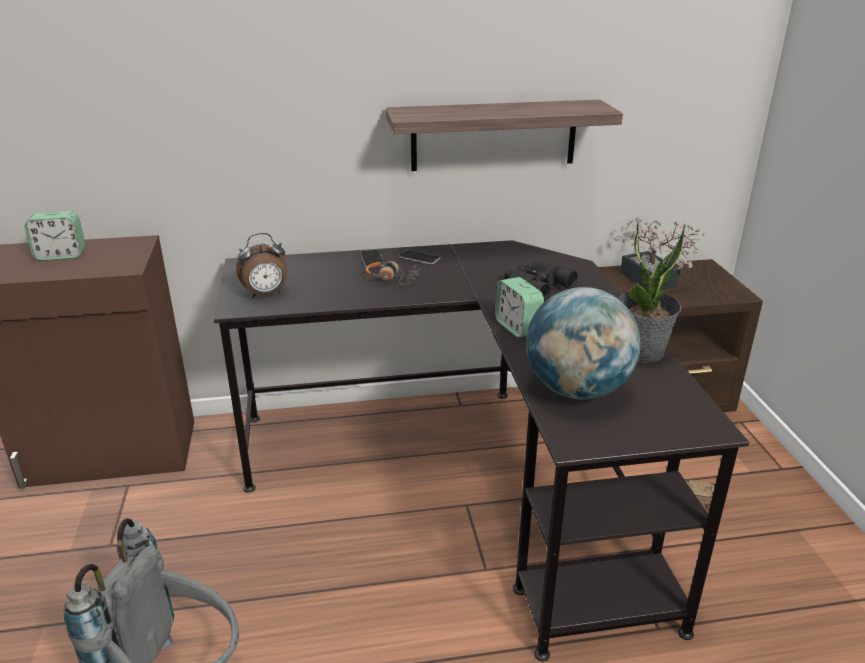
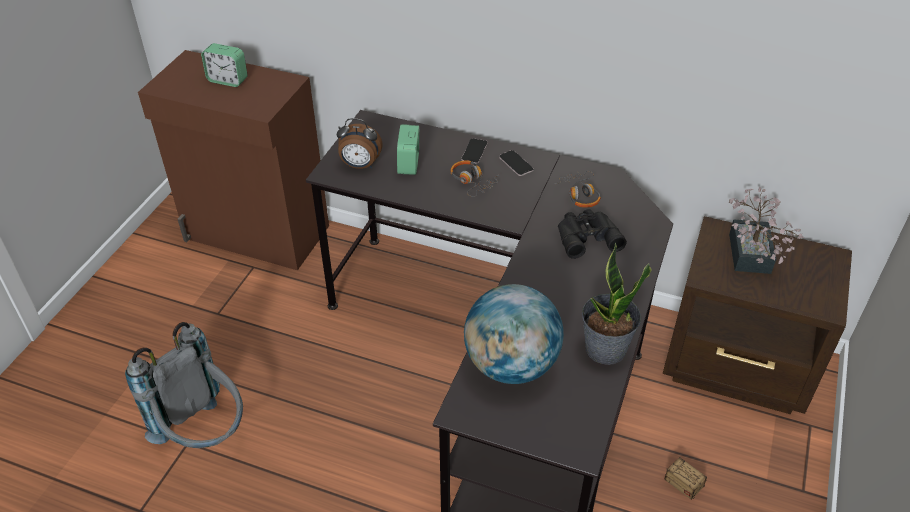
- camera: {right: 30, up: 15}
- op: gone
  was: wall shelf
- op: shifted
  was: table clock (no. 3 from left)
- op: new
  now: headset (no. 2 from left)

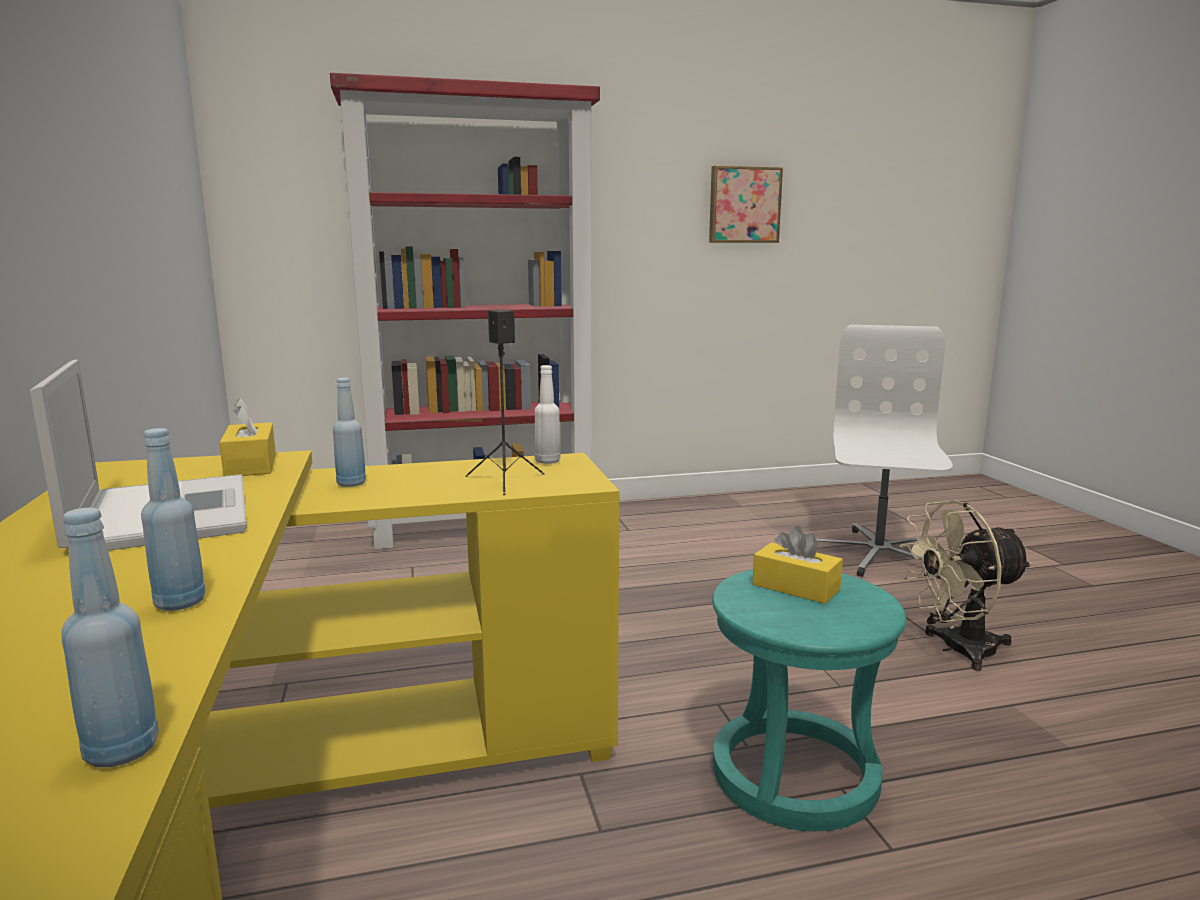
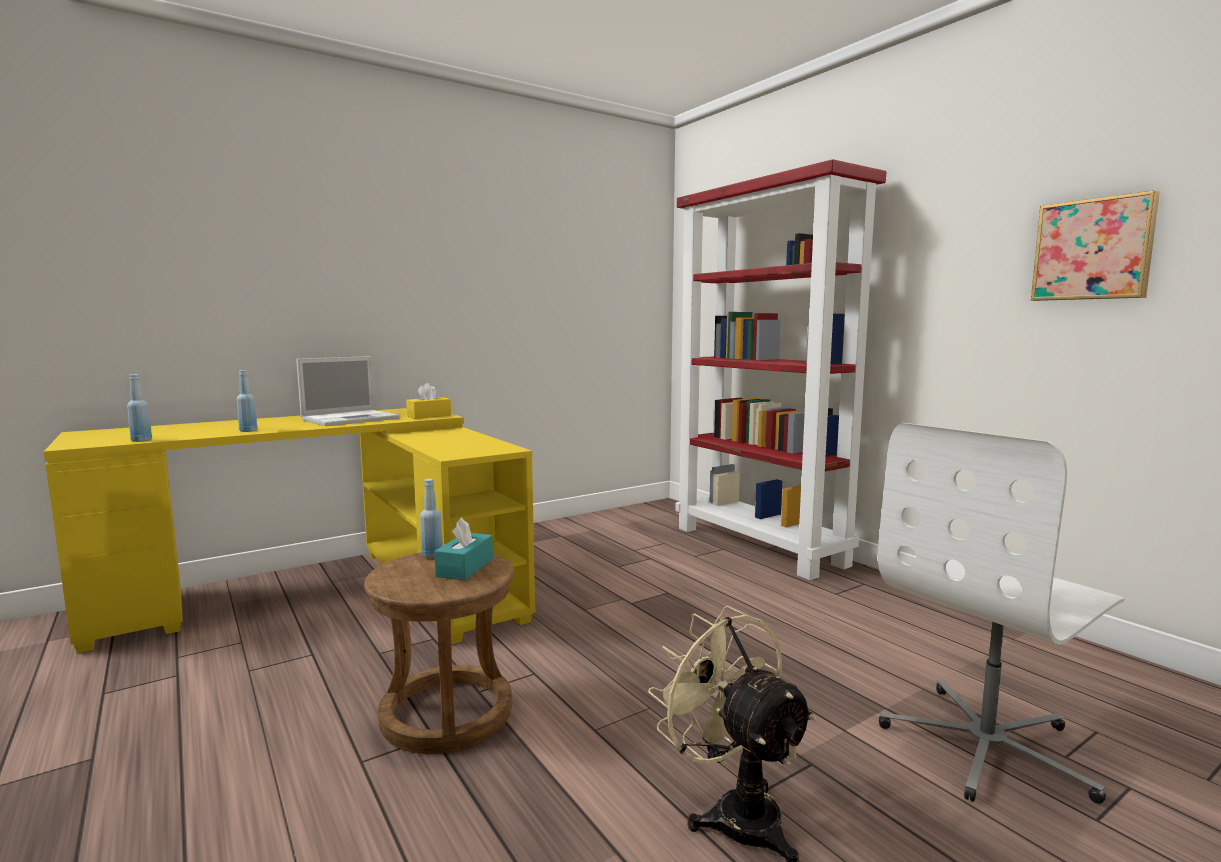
- camera: {right: 70, up: -5}
- op: shifted
  was: bluish drink bottle (no. 3 from left)
- op: gone
  was: black audio speaker
- op: gone
  was: white drink bottle
- op: repainted
  was: blue-green sitting stool
  now: brownish sitting stool
- op: repainted
  was: yellow tissue holder (no. 2 from left)
  now: blue-green tissue holder
- op: rotated
  was: white office chair
  clockwise: 150

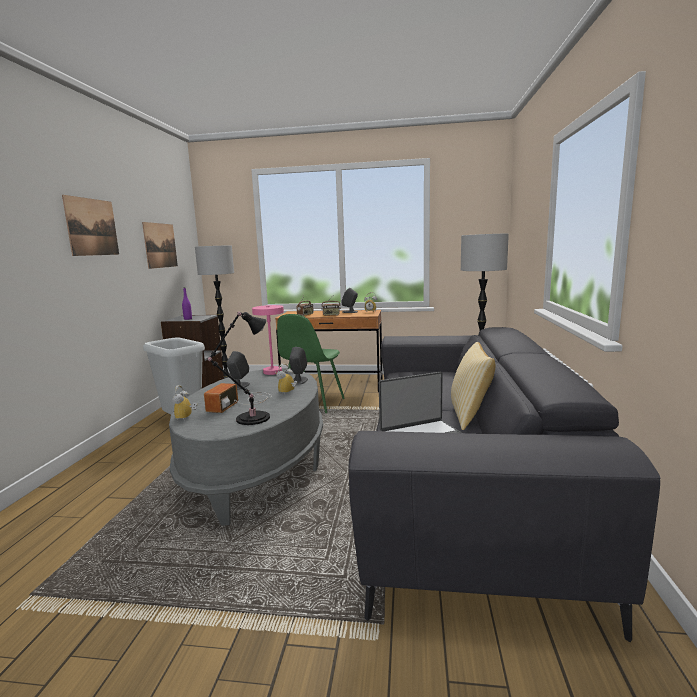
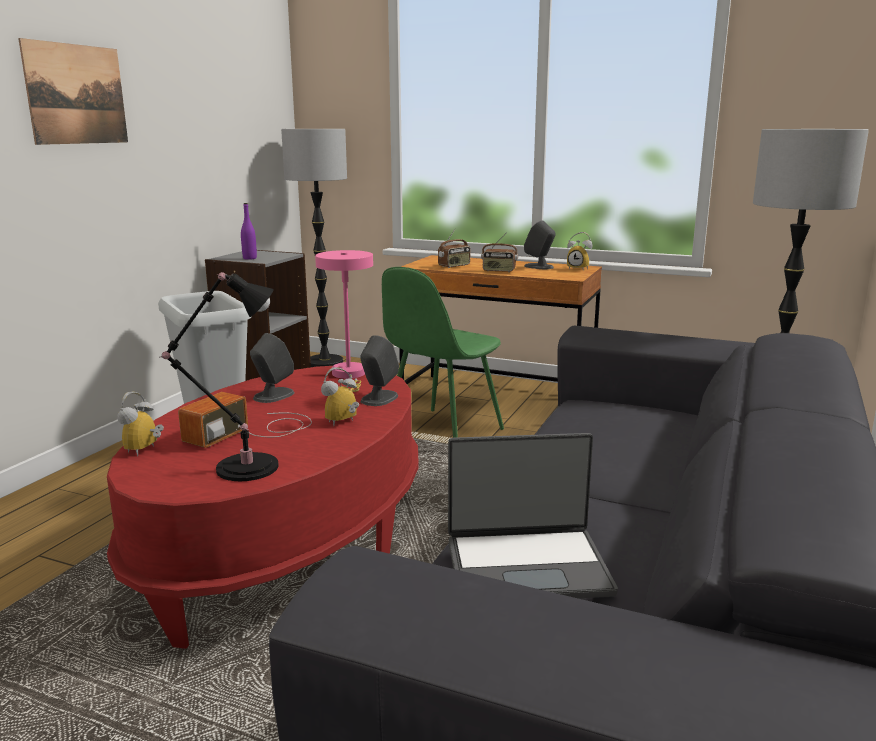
- camera: {right: 15, up: 5}
- op: gone
  was: picture (no. 2 from left)
- op: repainted
  was: gray low table
  now: red-coloured low table
- op: gone
  was: pillow

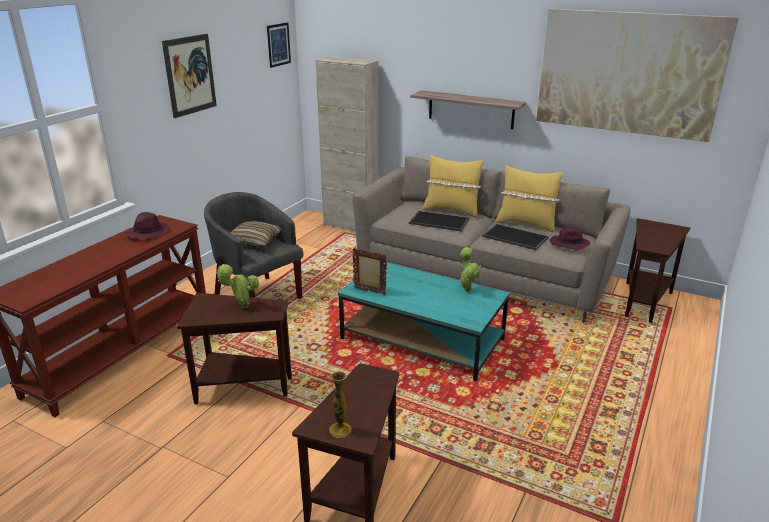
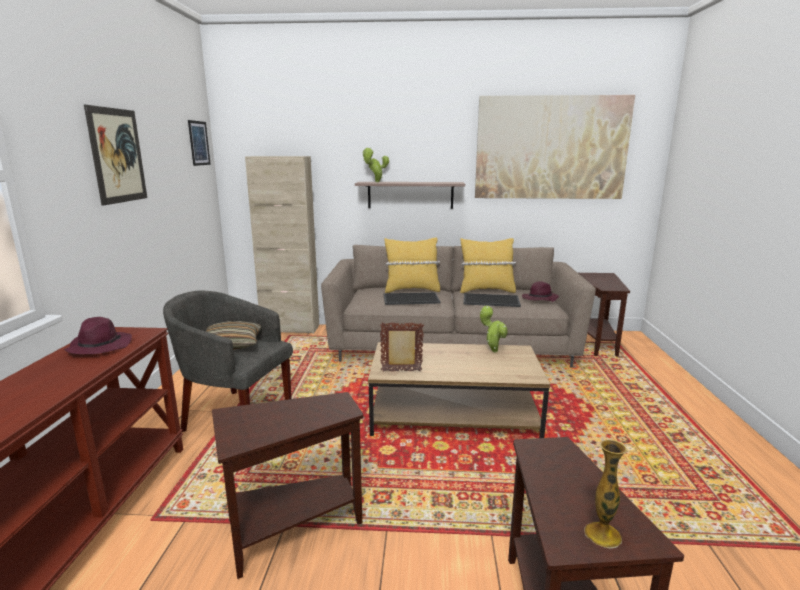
- camera: {right: -25, up: -10}
- op: shifted
  was: potted plant (no. 1 from left)
- op: repainted
  was: blue-green low table
  now: brownish low table

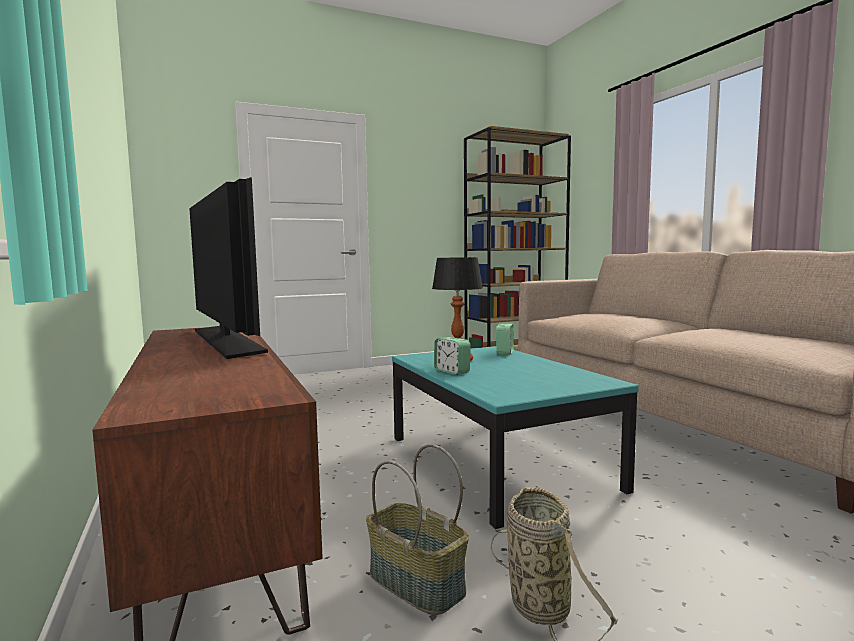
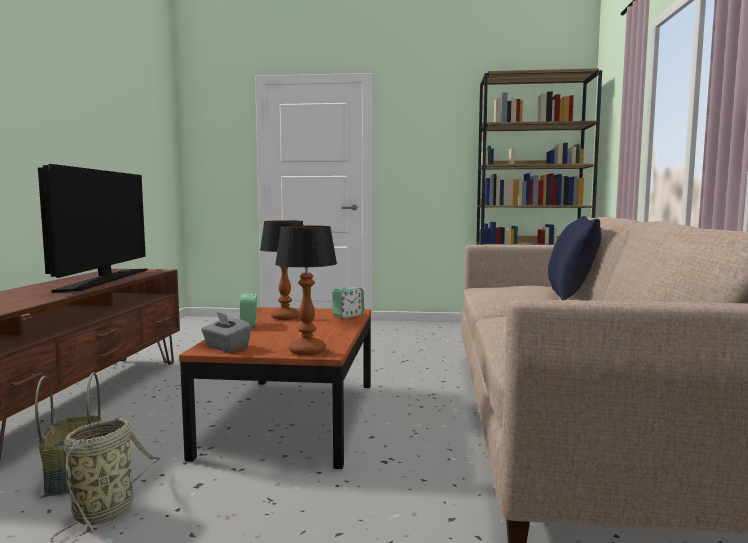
- camera: {right: 30, up: 0}
- op: repainted
  was: blue-green low table
  now: brownish low table
- op: new
  now: gray tissue holder
- op: new
  now: tabletop lamp (no. 2 from left)
- op: new
  now: bluish pillow

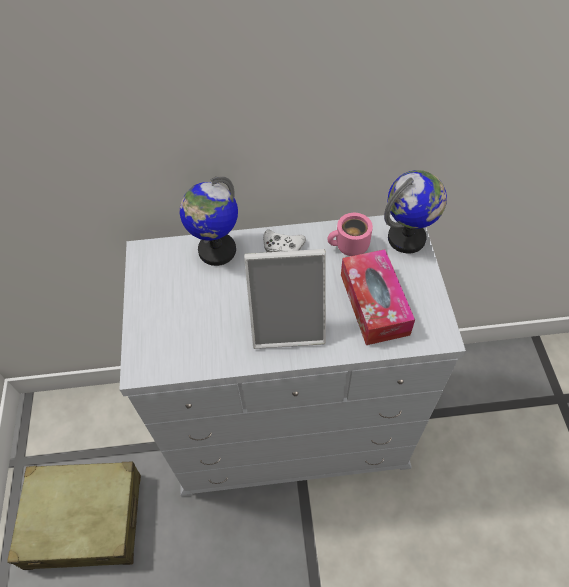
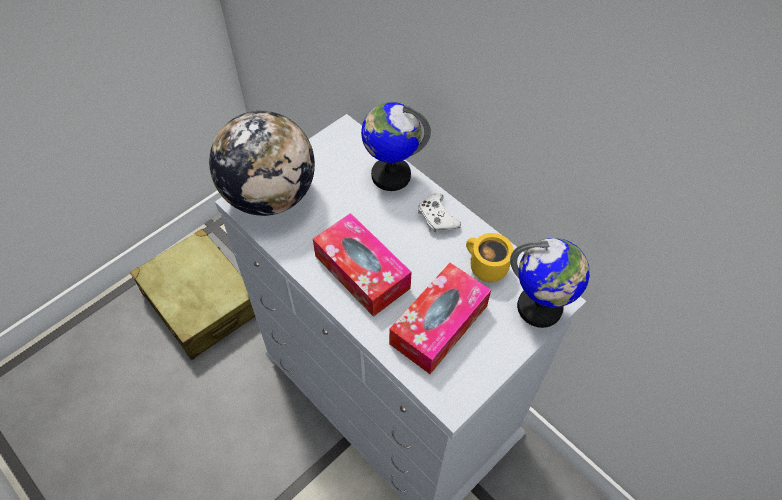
- camera: {right: 50, up: 0}
- op: swapped
  was: photo frame
  now: tissue holder (no. 1 from left)
- op: repainted
  was: pink-coloured coffee mug
  now: yellow coffee mug
- op: new
  now: desk globe (no. 1 from left)

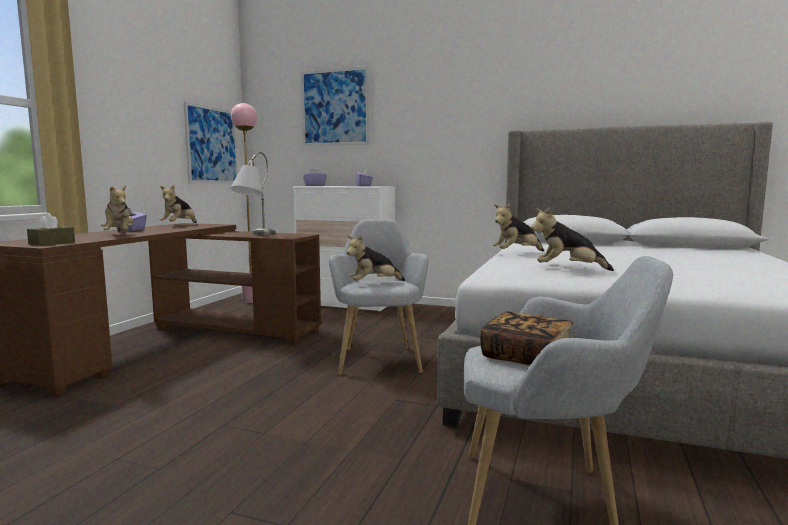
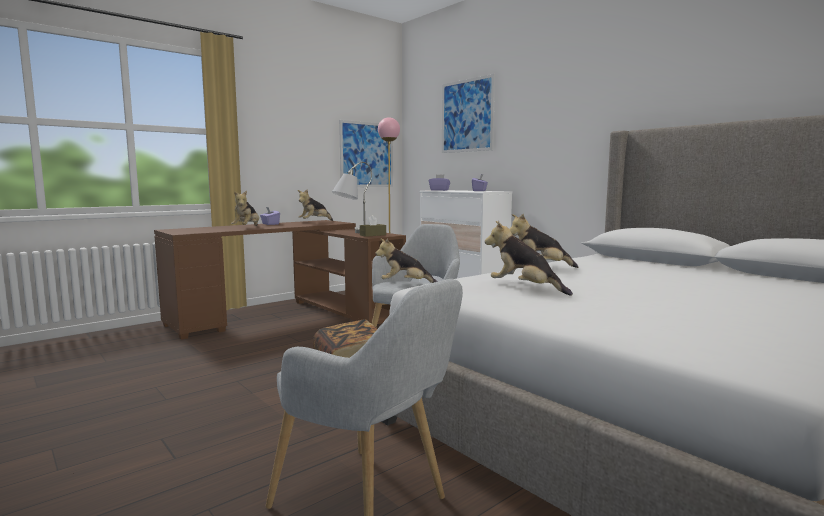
- camera: {right: 30, up: 0}
- op: shifted
  was: brownish tissue holder

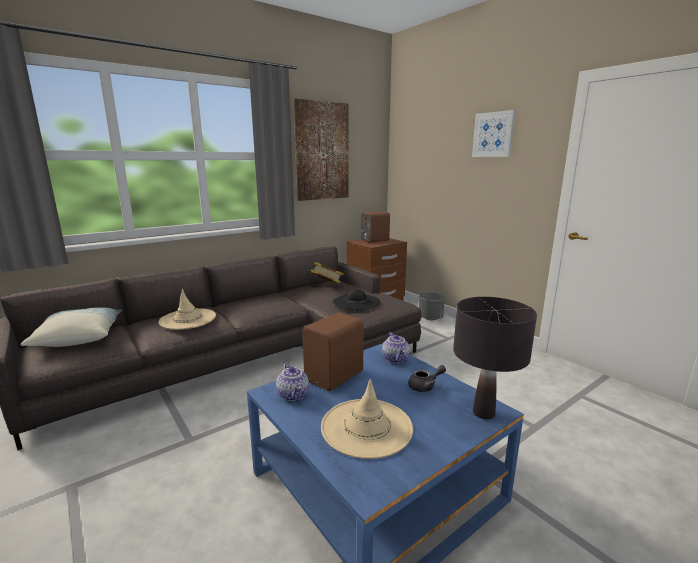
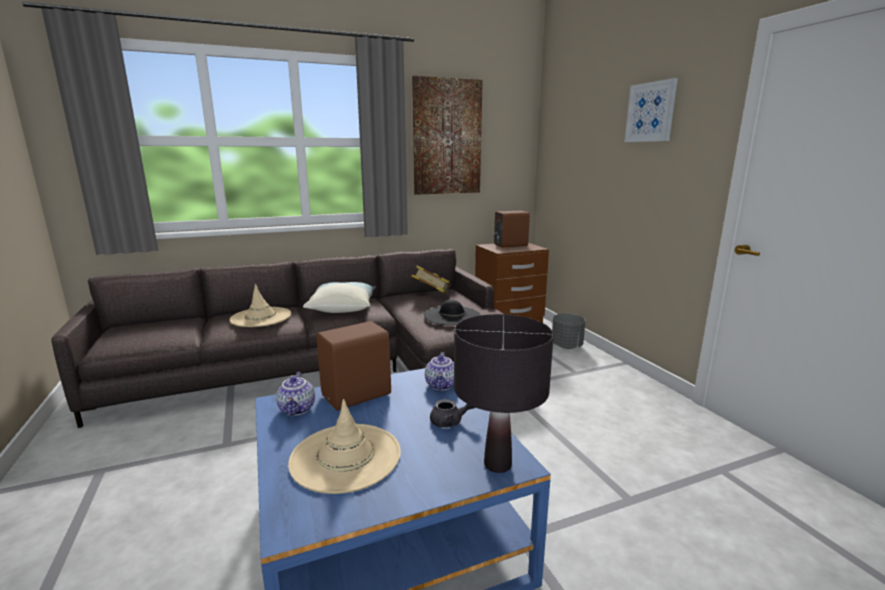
- camera: {right: 15, up: 0}
- op: shifted
  was: pillow

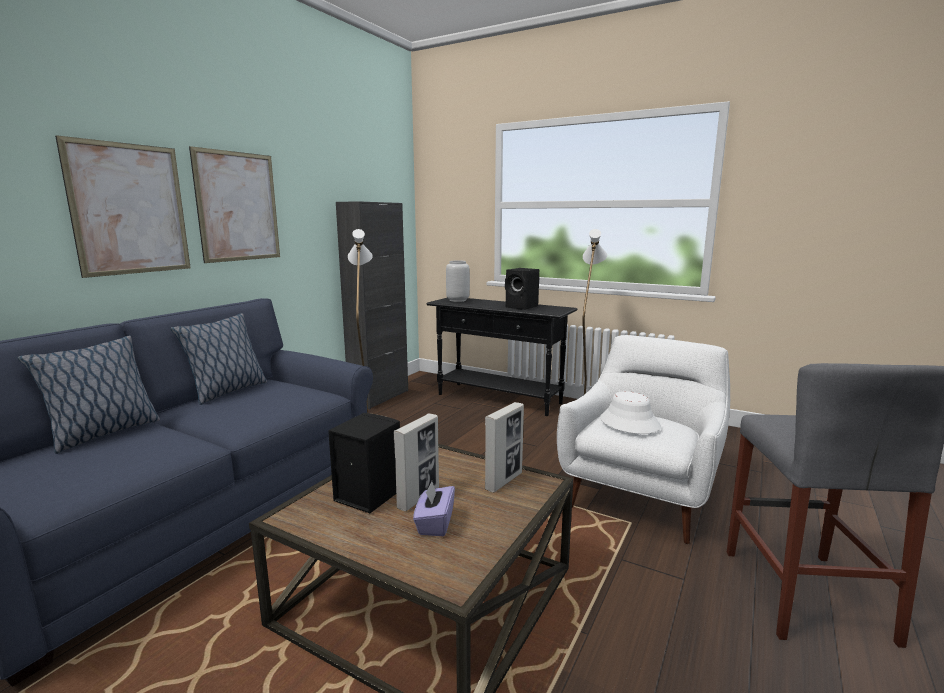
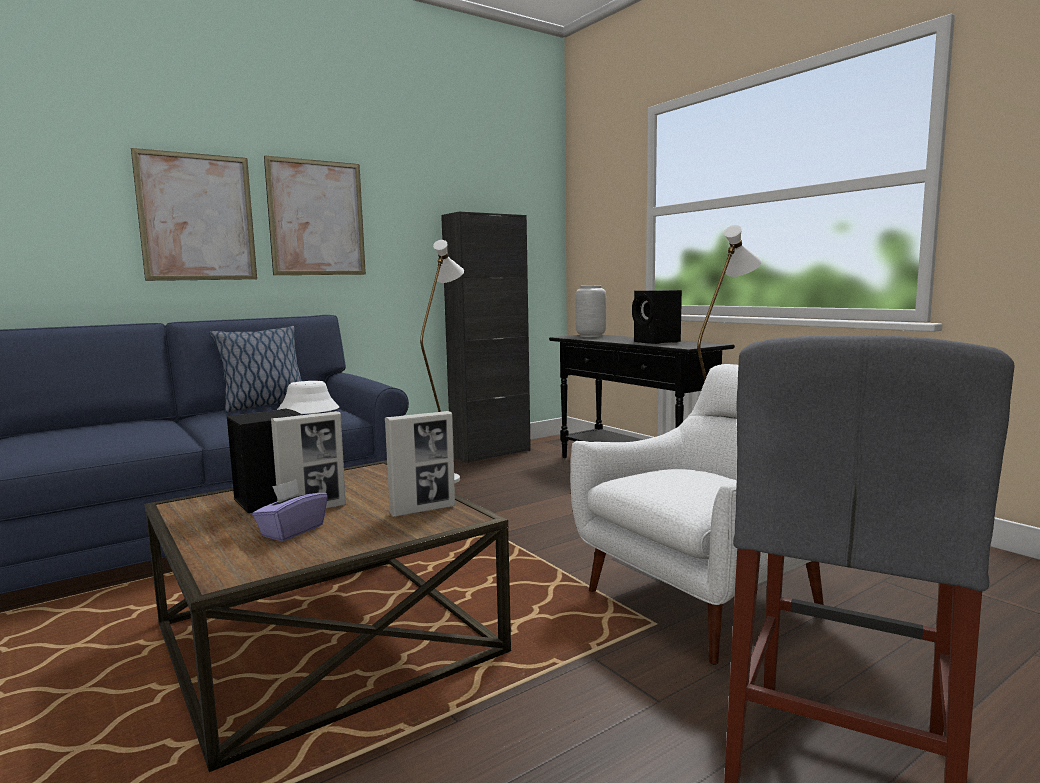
- camera: {right: 25, up: -5}
- op: gone
  was: pillow (no. 1 from left)
- op: shifted
  was: white clothing hat

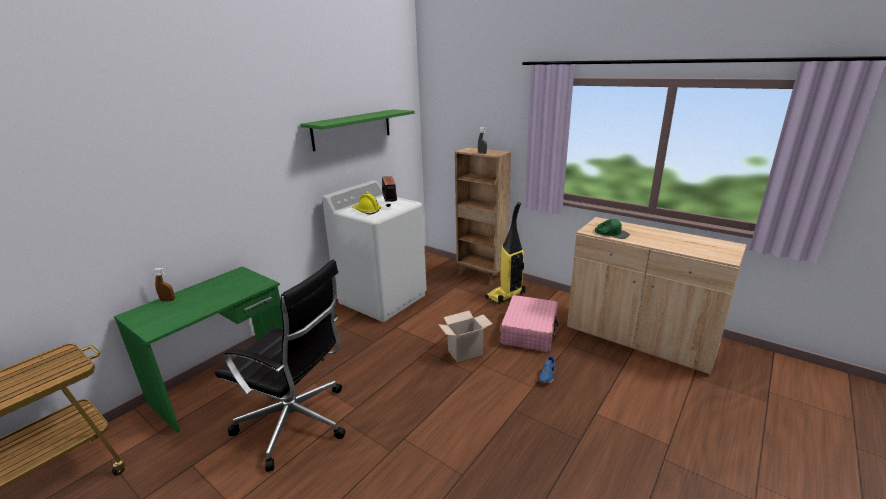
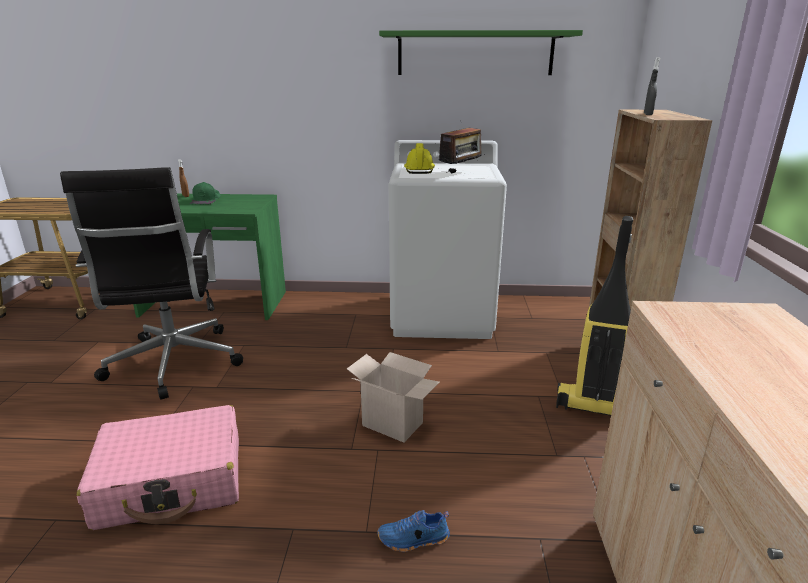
- camera: {right: 55, up: 0}
- op: shifted
  was: pink-coloured suitcase
- op: shifted
  was: greenish baseball cap

